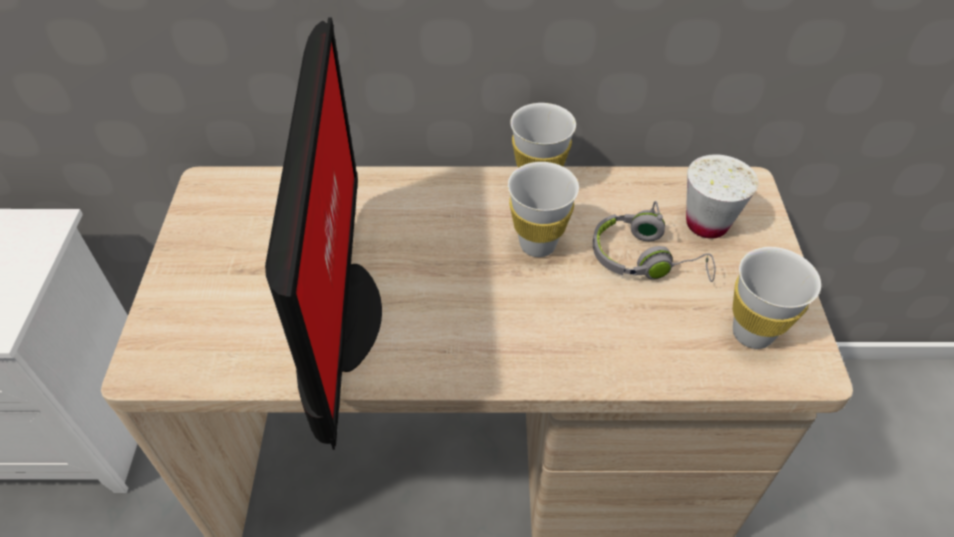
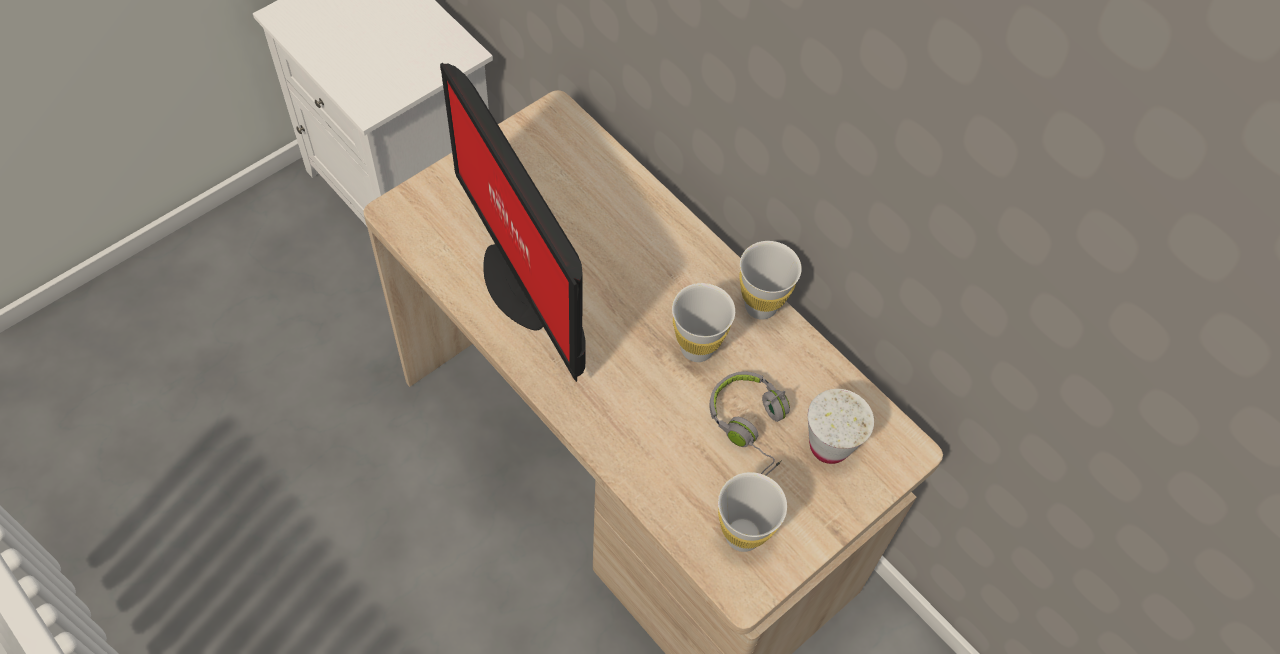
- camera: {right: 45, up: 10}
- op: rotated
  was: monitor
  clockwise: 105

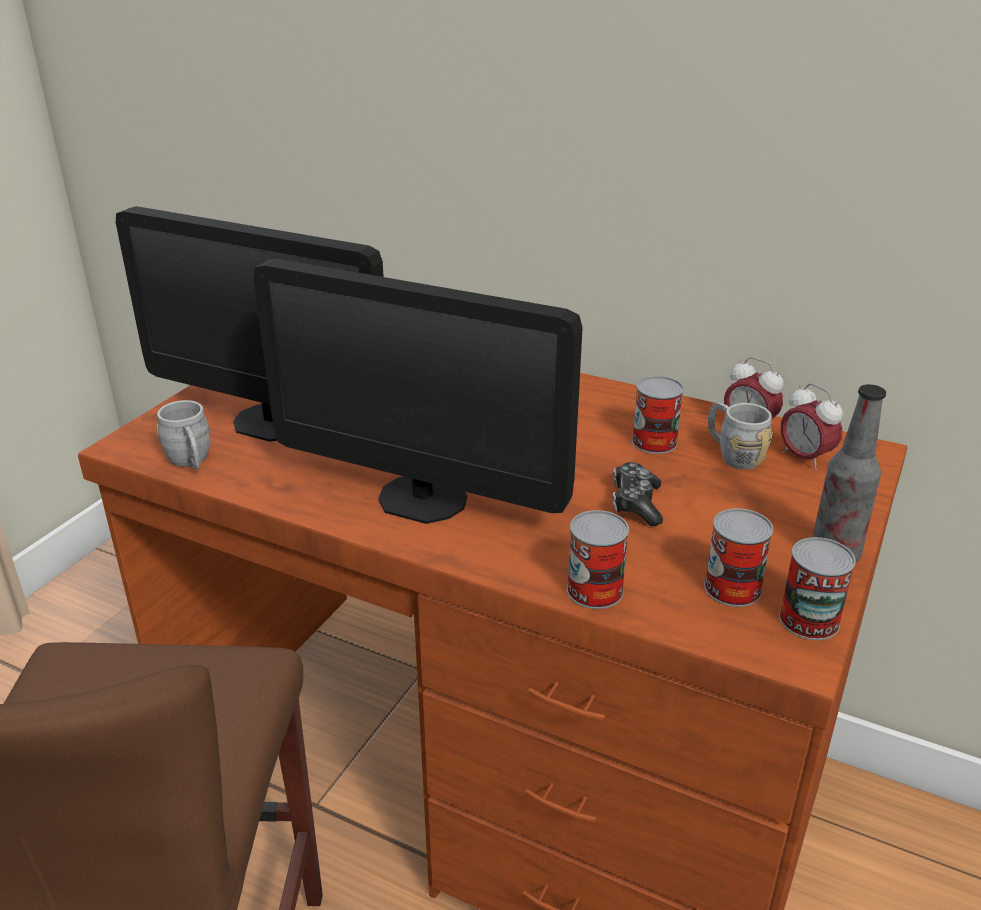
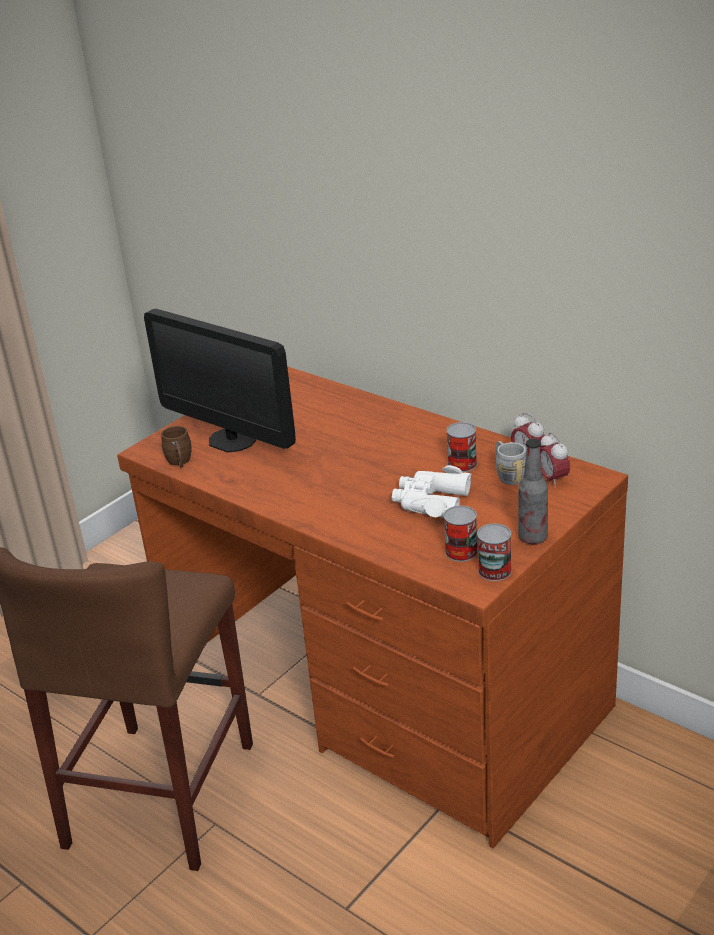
- camera: {right: 15, up: 0}
- op: repainted
  was: gray coffee mug (no. 1 from left)
  now: brownish coffee mug
- op: gone
  was: monitor (no. 2 from left)
- op: gone
  was: can (no. 1 from left)
- op: swapped
  was: joypad
  now: white binoculars

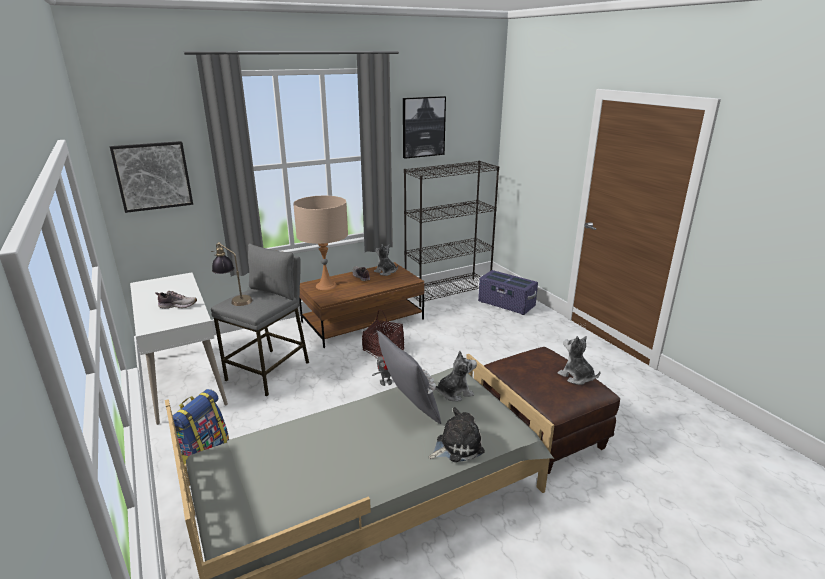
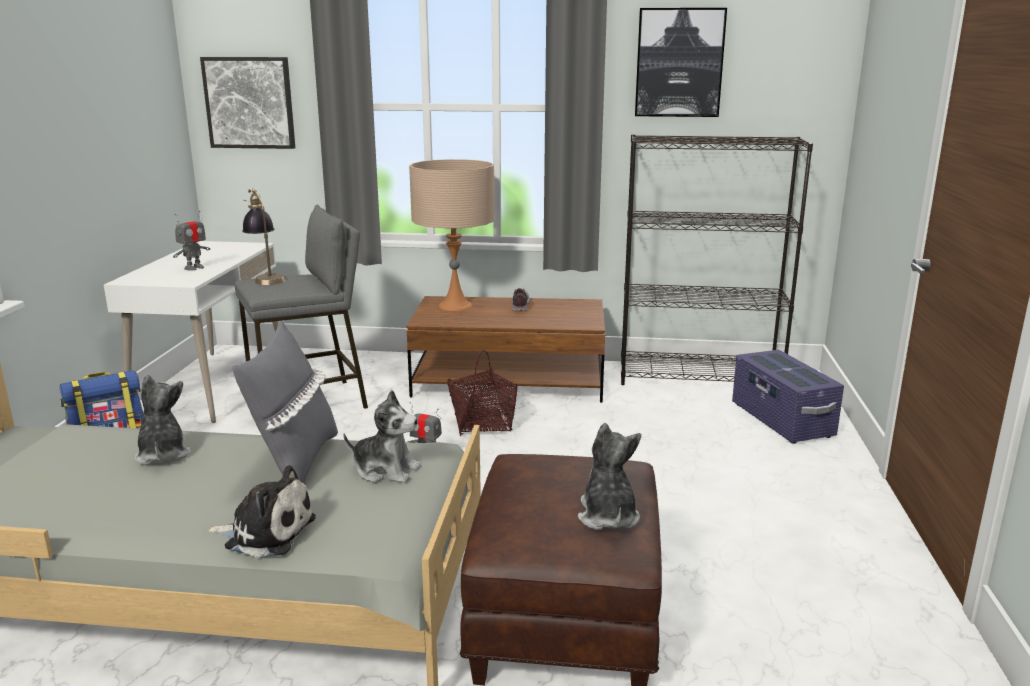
- camera: {right: 35, up: -5}
- op: swapped
  was: low shoe (no. 1 from left)
  now: robot figure (no. 1 from left)
- op: shifted
  was: cuddly toy (no. 1 from left)

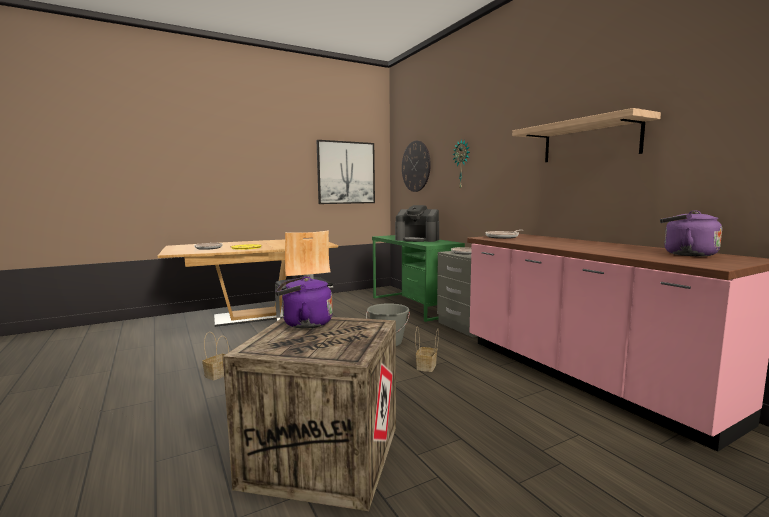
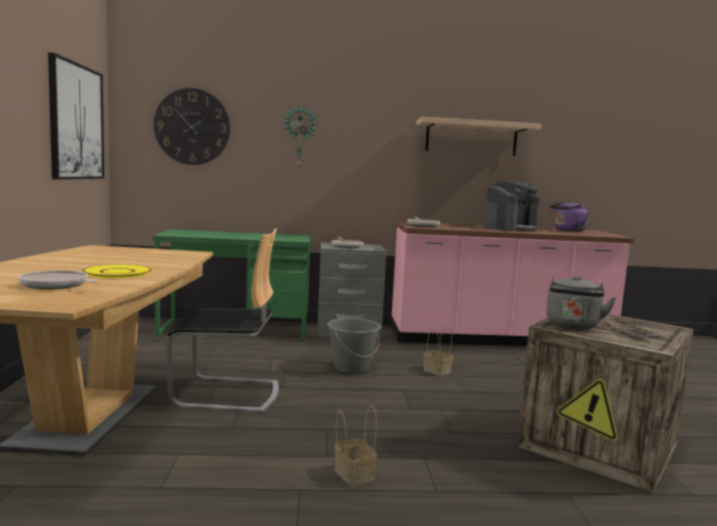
- camera: {right: -65, up: 0}
- op: repainted
  was: purple-coloured kettle (no. 1 from left)
  now: gray kettle
- op: shifted
  was: coffee brewer

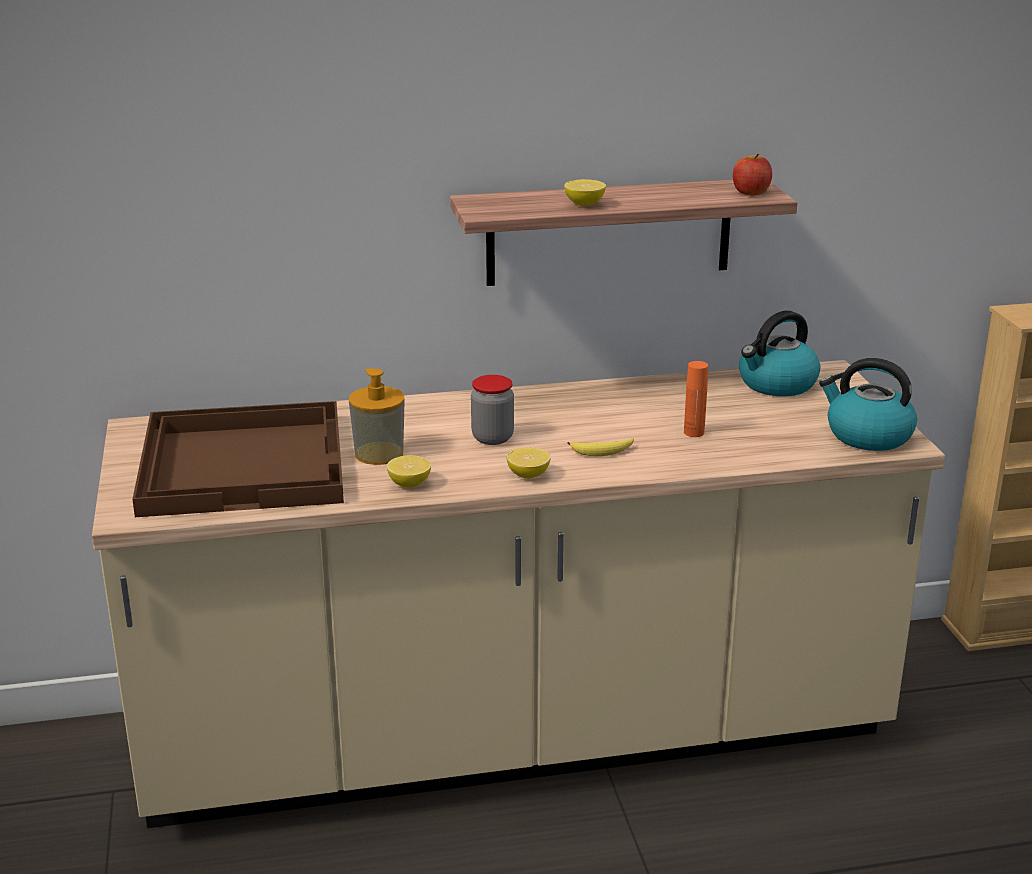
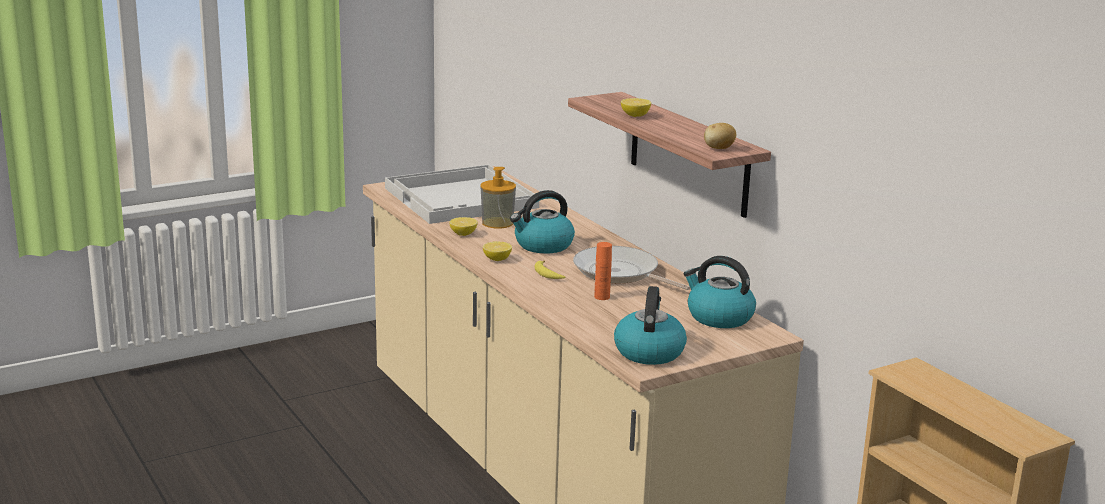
- camera: {right: 70, up: -5}
- op: repainted
  was: brownish serving tray
  now: white serving tray
- op: swapped
  was: storage jar
  now: kettle (no. 1 from left)
- op: swapped
  was: apple
  now: spud
- op: new
  now: pan

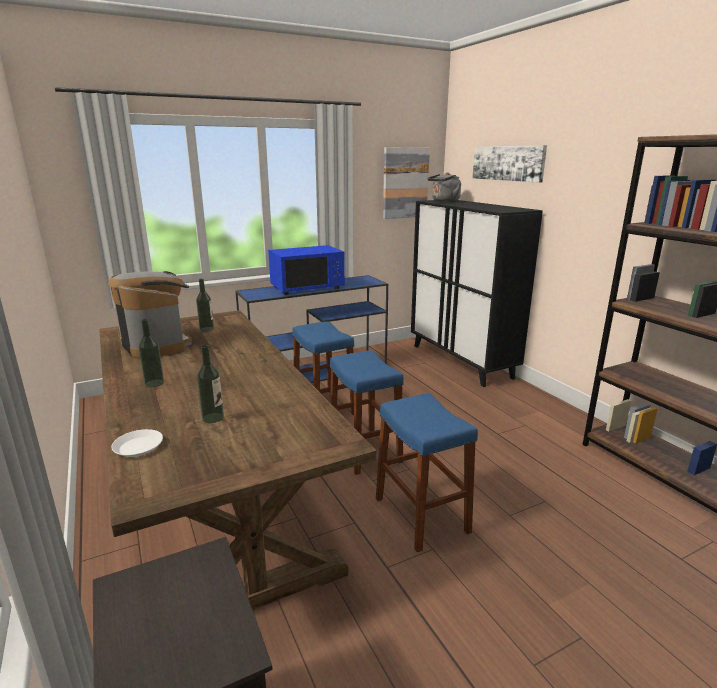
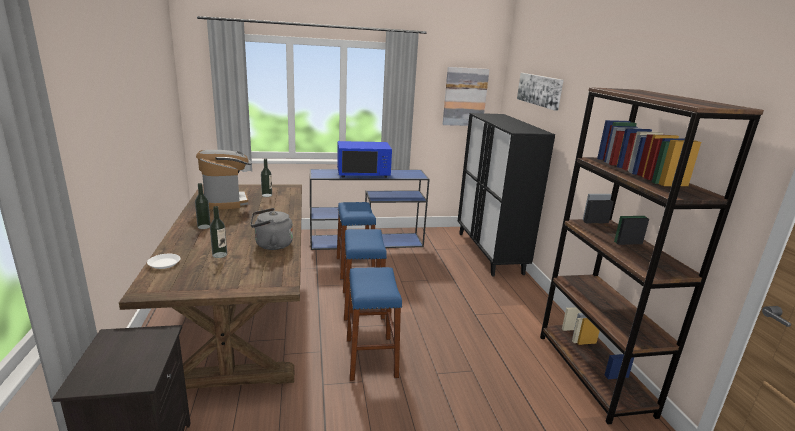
- camera: {right: 15, up: 0}
- op: shifted
  was: gray kettle

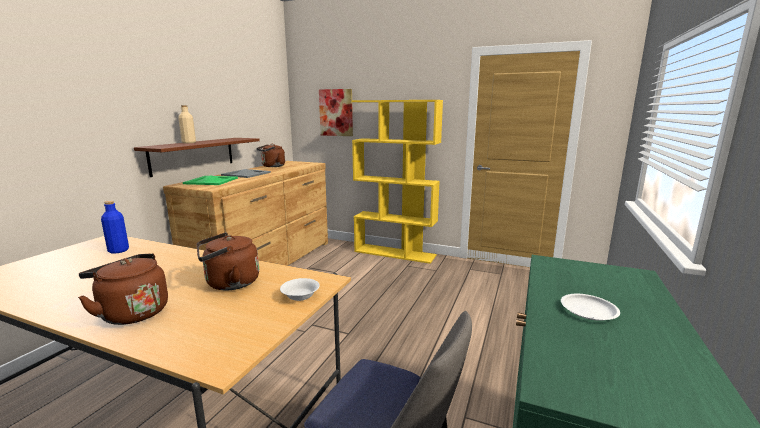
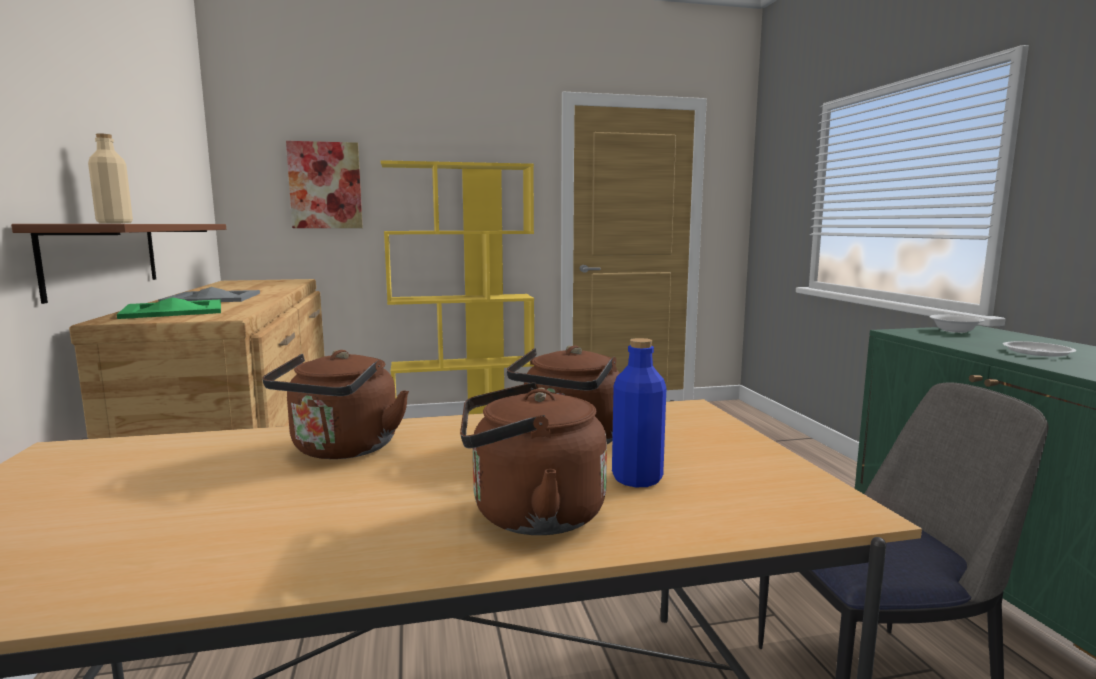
- camera: {right: -35, up: -5}
- op: shifted
  was: bluish drink bottle
- op: shifted
  was: brownish kettle (no. 3 from left in the first image)
  now: brownish kettle (no. 1 from left)
- op: shifted
  was: white serving bowl

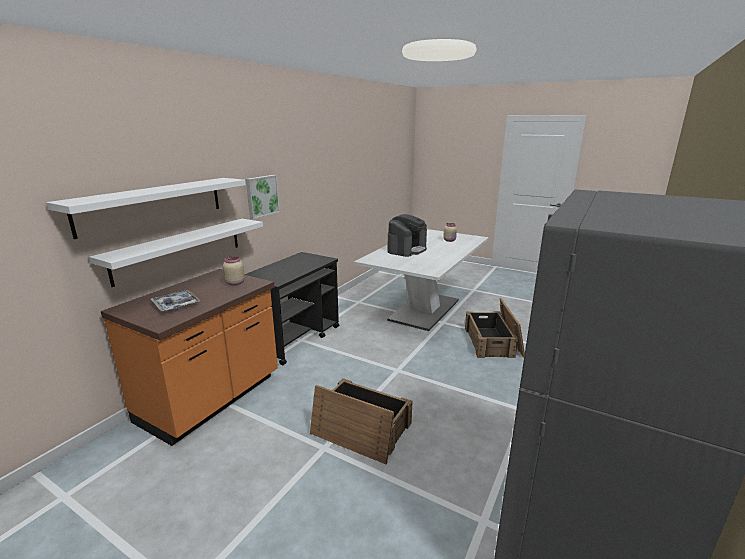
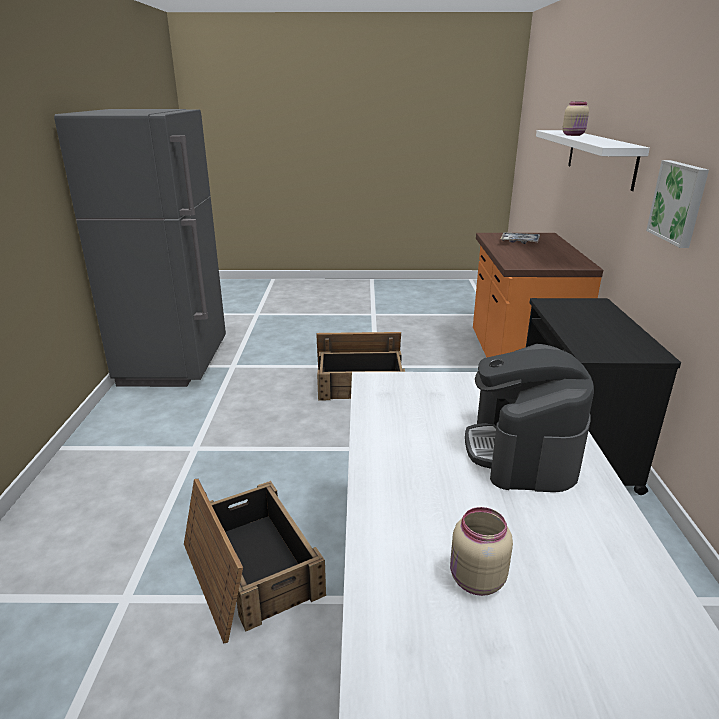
- camera: {right: 150, up: 5}
- op: gone
  was: white wall shelf (no. 2 from left)
- op: shifted
  was: sand-coloured storage jar (no. 1 from left in the first image)
  now: sand-coloured storage jar (no. 2 from left)

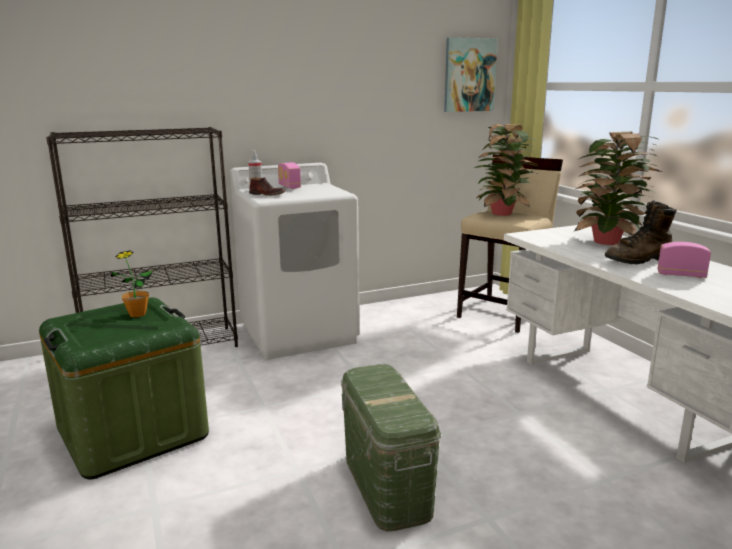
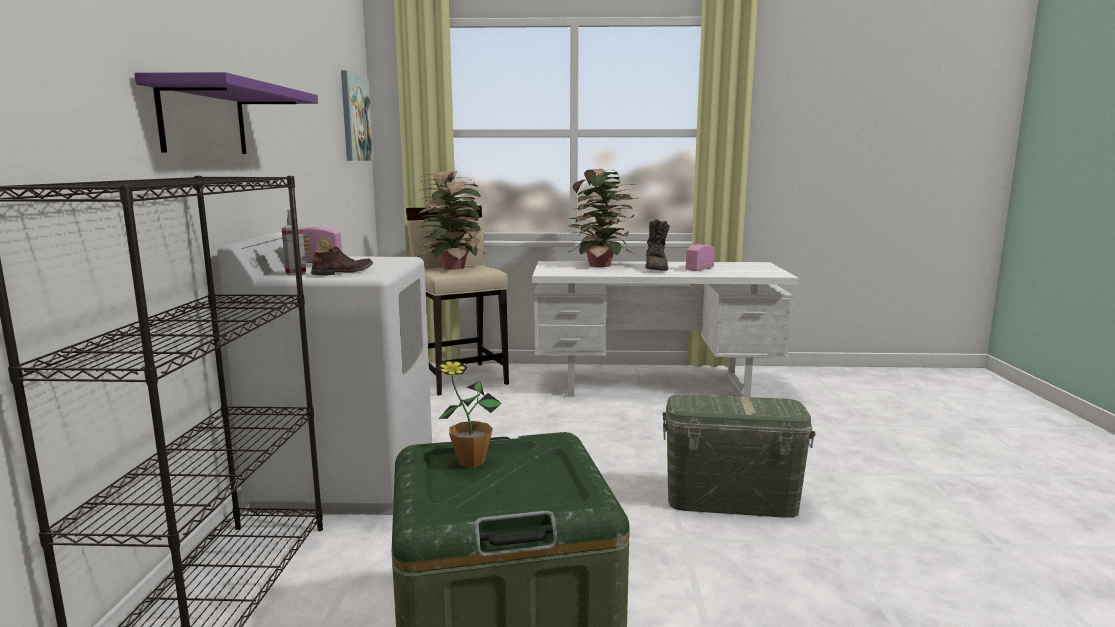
- camera: {right: -65, up: -5}
- op: new
  now: purple-coloured wall shelf

